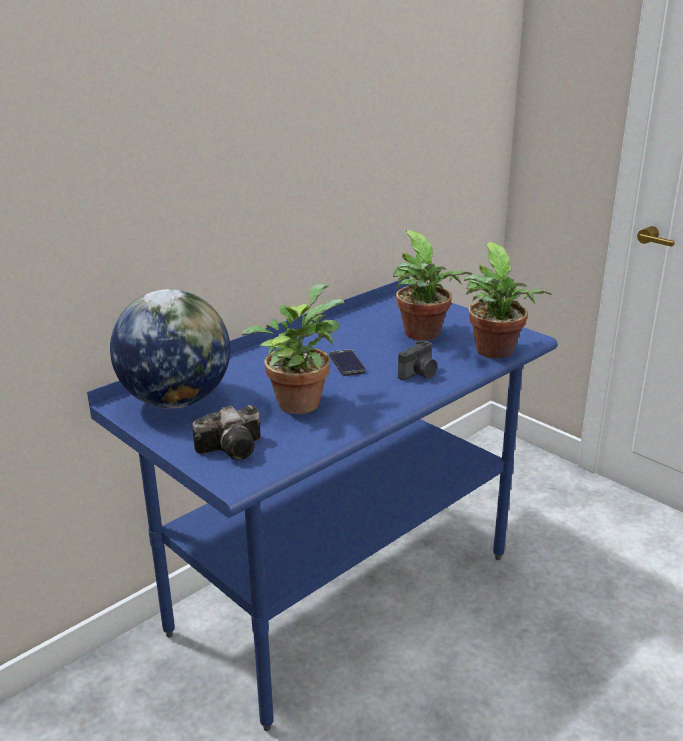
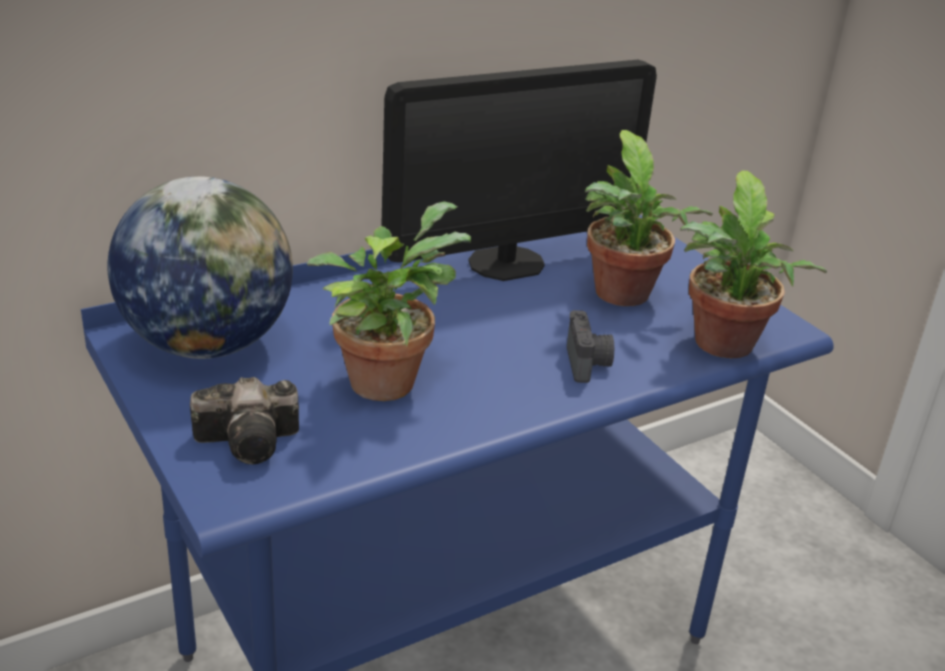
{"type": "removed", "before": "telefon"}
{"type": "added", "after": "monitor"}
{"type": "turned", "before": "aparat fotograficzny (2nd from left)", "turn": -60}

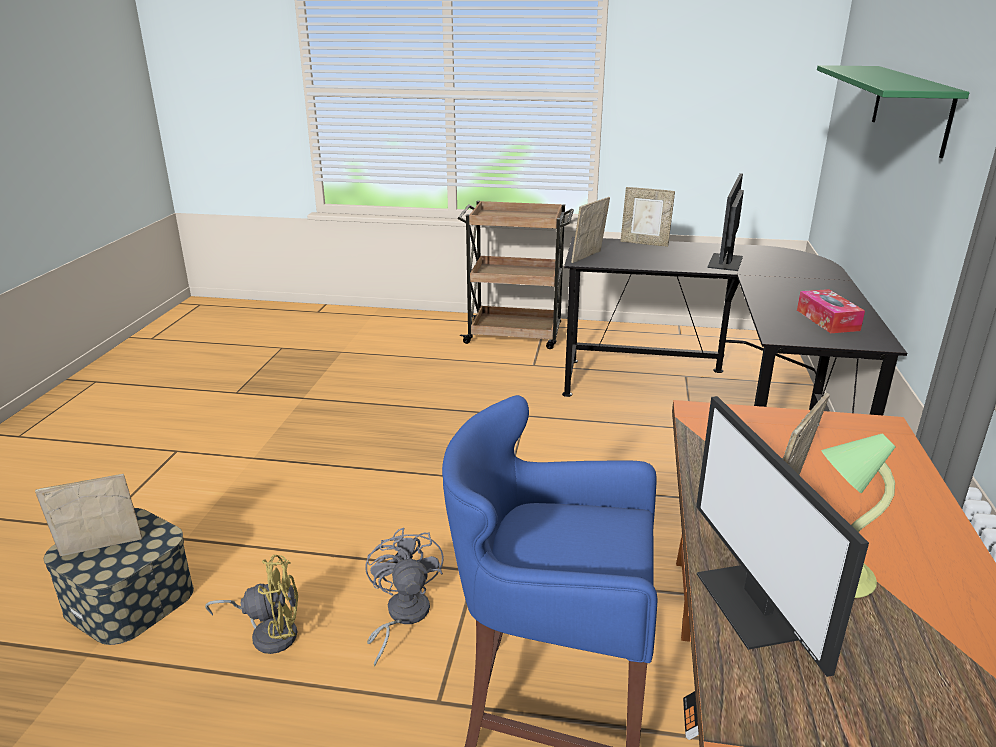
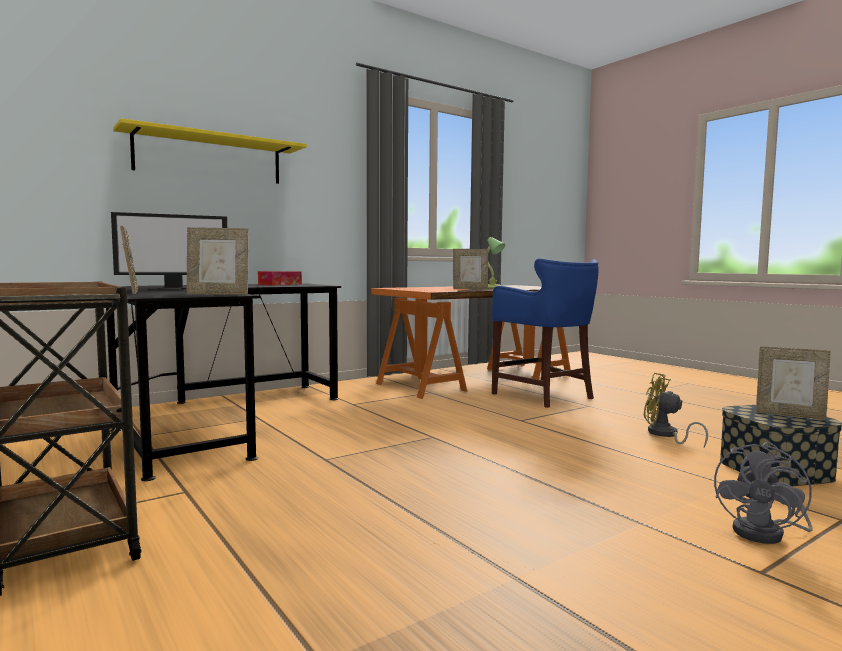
{"type": "removed", "before": "monitor (2nd from left)"}
{"type": "moved", "before": "wentylator/szary"}
{"type": "recoloured", "before": "półka/zielony", "after": "półka/żółty"}

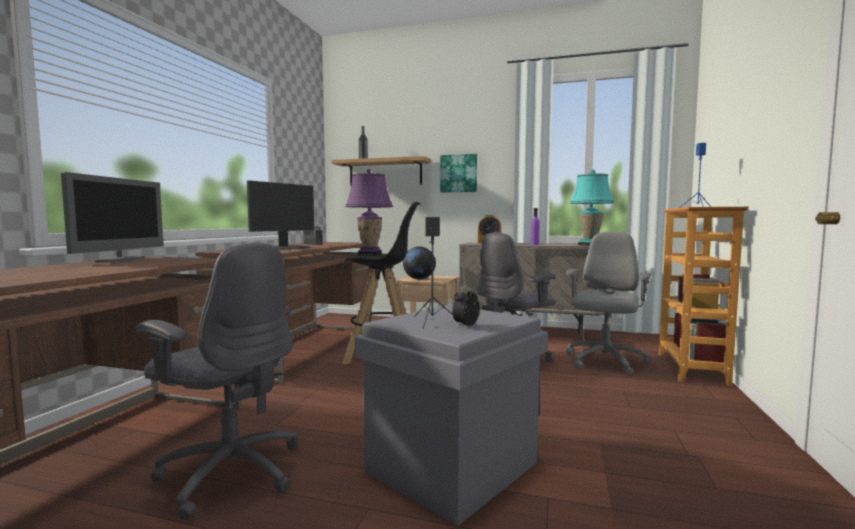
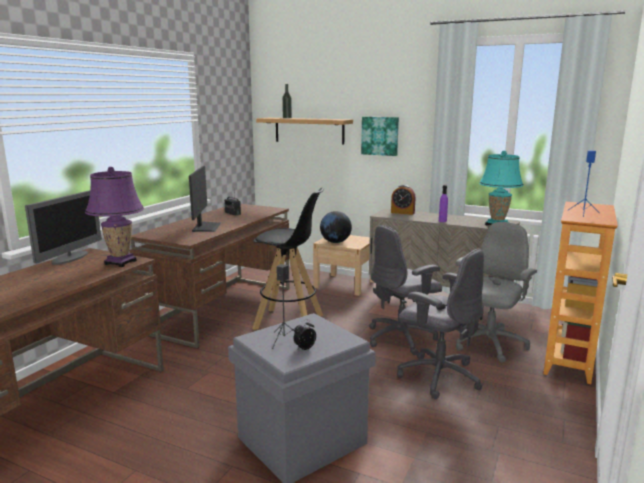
{"type": "moved", "before": "krzesło biurowe/szary (1st from left in the first image)", "after": "krzesło biurowe/szary (2nd from left)"}
{"type": "moved", "before": "lampa stołowa/fioletowy"}
{"type": "turned", "before": "monitor (2nd from left)", "turn": -45}

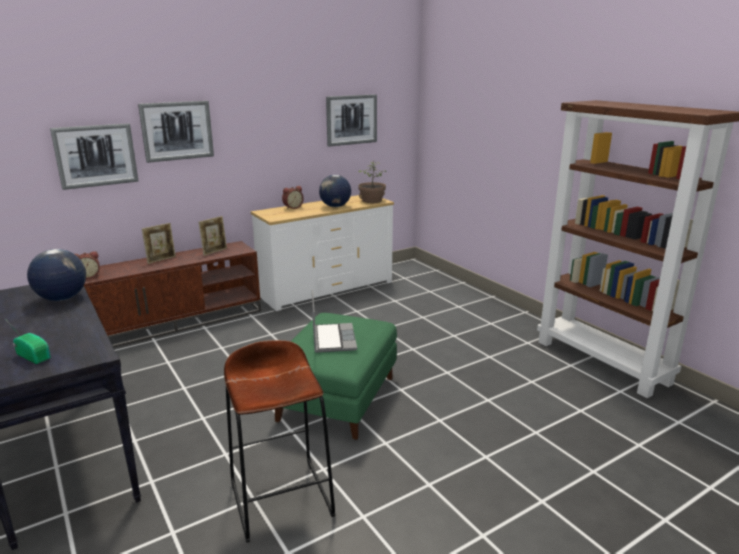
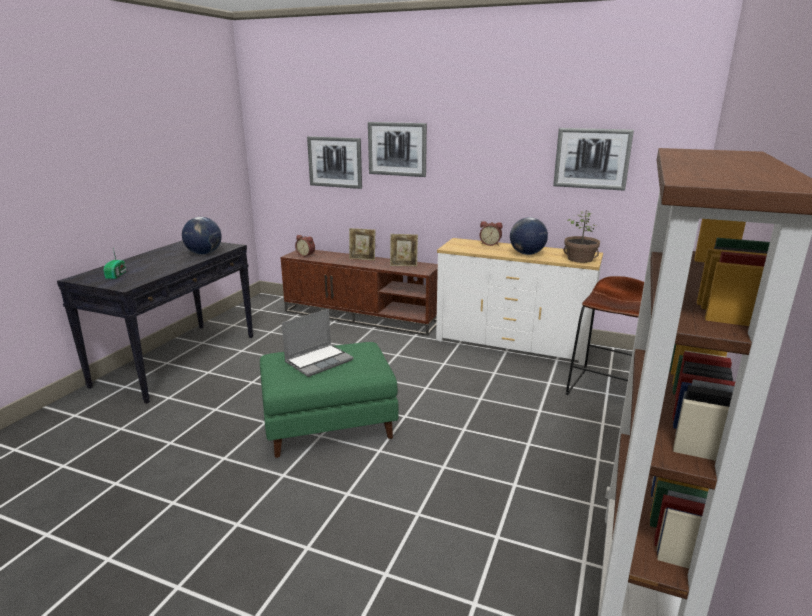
{"type": "moved", "before": "stołek/brązowy"}

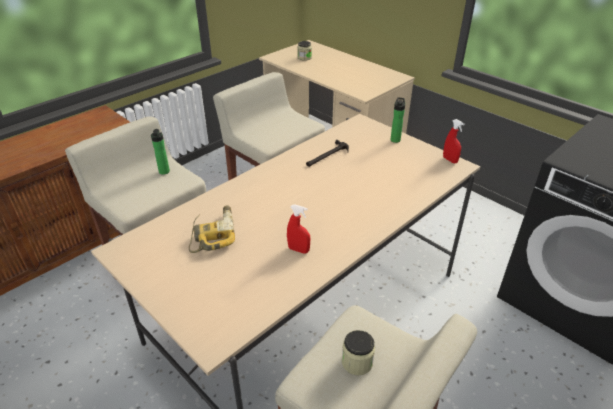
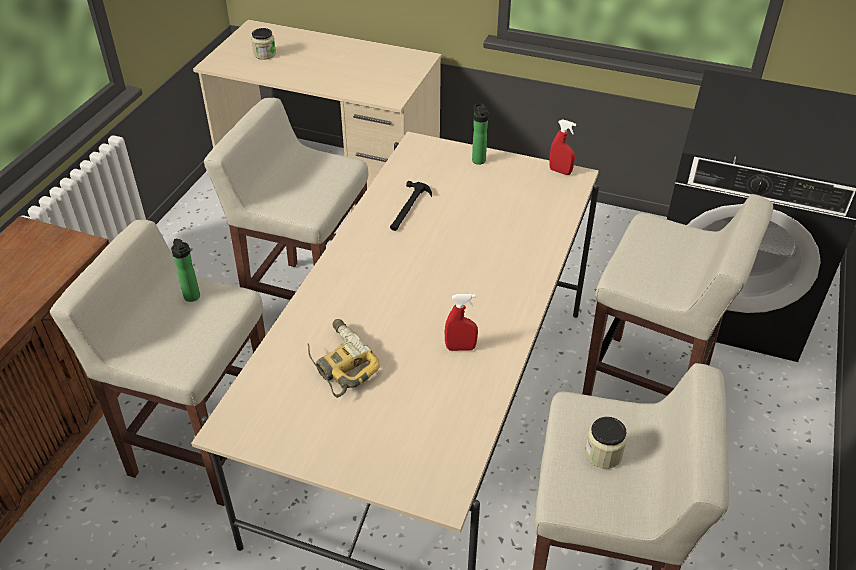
{"type": "added", "after": "stołek/beżowy (4th from left)"}

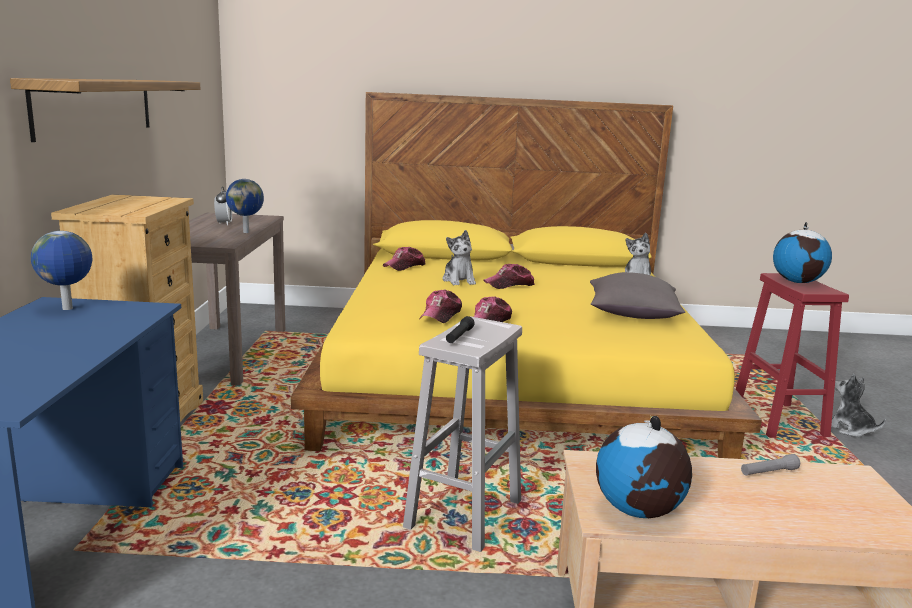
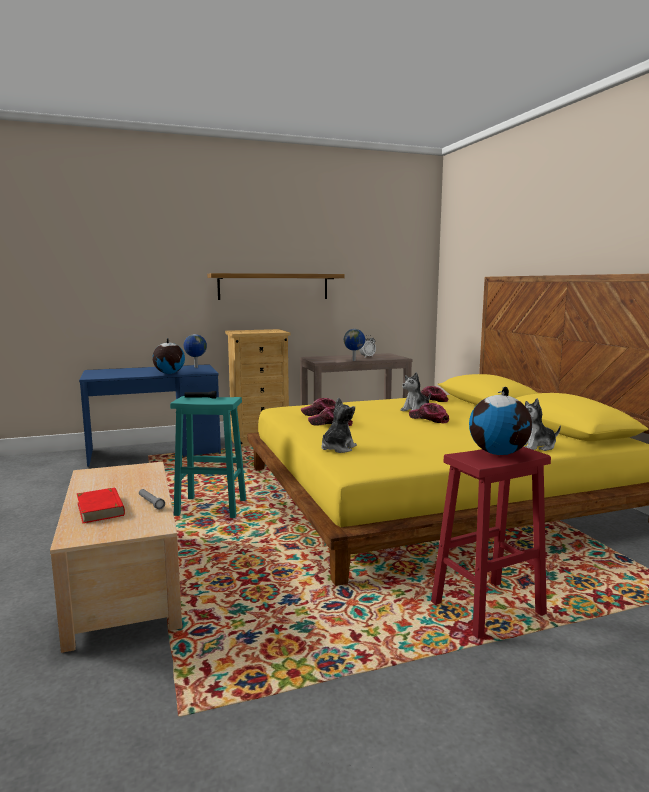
{"type": "removed", "before": "poduszka/szary"}
{"type": "added", "after": "książka/czerwony"}
{"type": "moved", "before": "globus (3rd from left in the first image)", "after": "globus (1st from left)"}
{"type": "moved", "before": "pluszak (3rd from left in the first image)", "after": "pluszak (1st from left)"}
{"type": "recoloured", "before": "stołek/biały", "after": "stołek/turkusowy"}

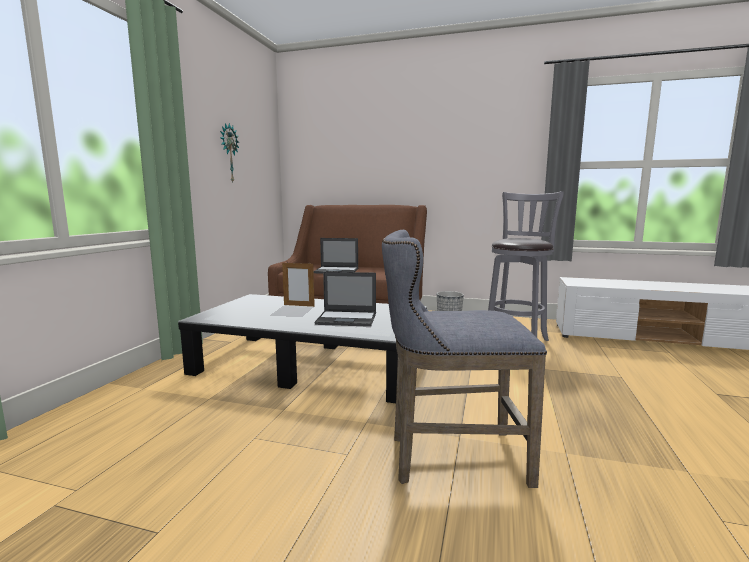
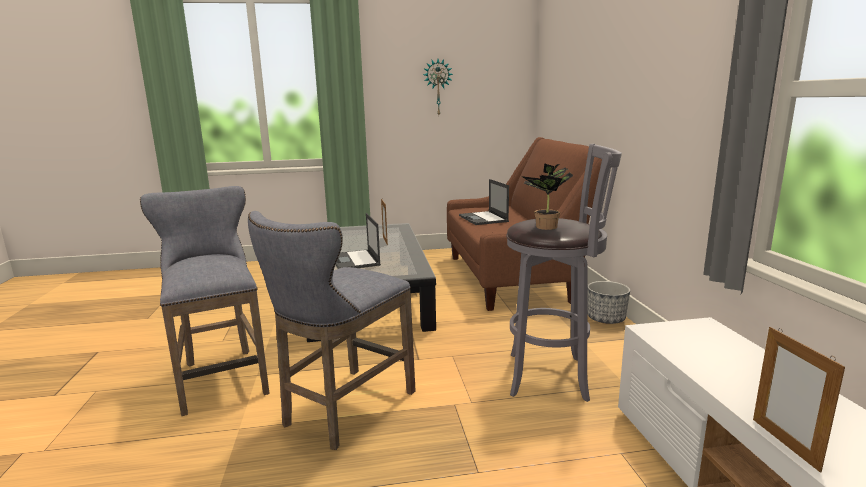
{"type": "added", "after": "stołek/szary (2nd from left)"}
{"type": "added", "after": "roślina doniczkowa"}
{"type": "added", "after": "ramka na zdjęcie (2nd from left)"}

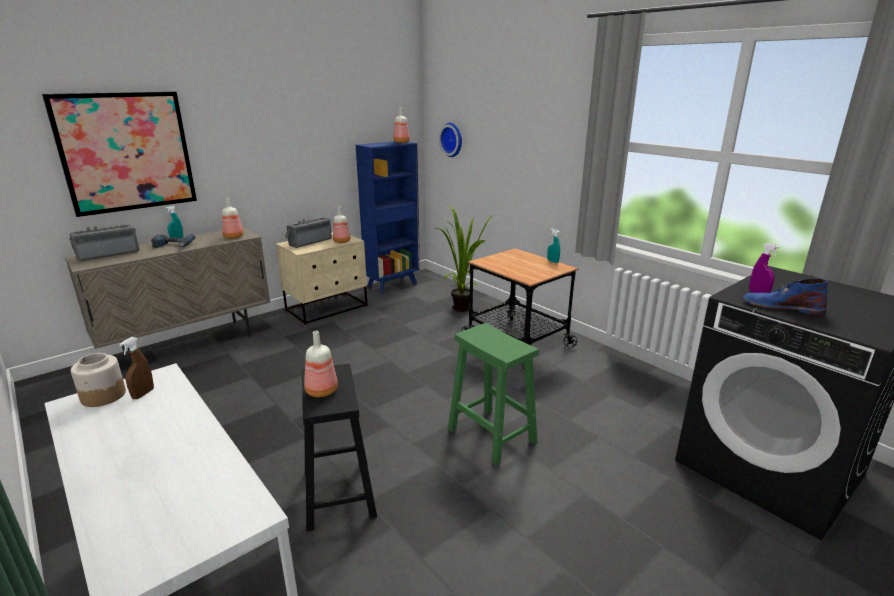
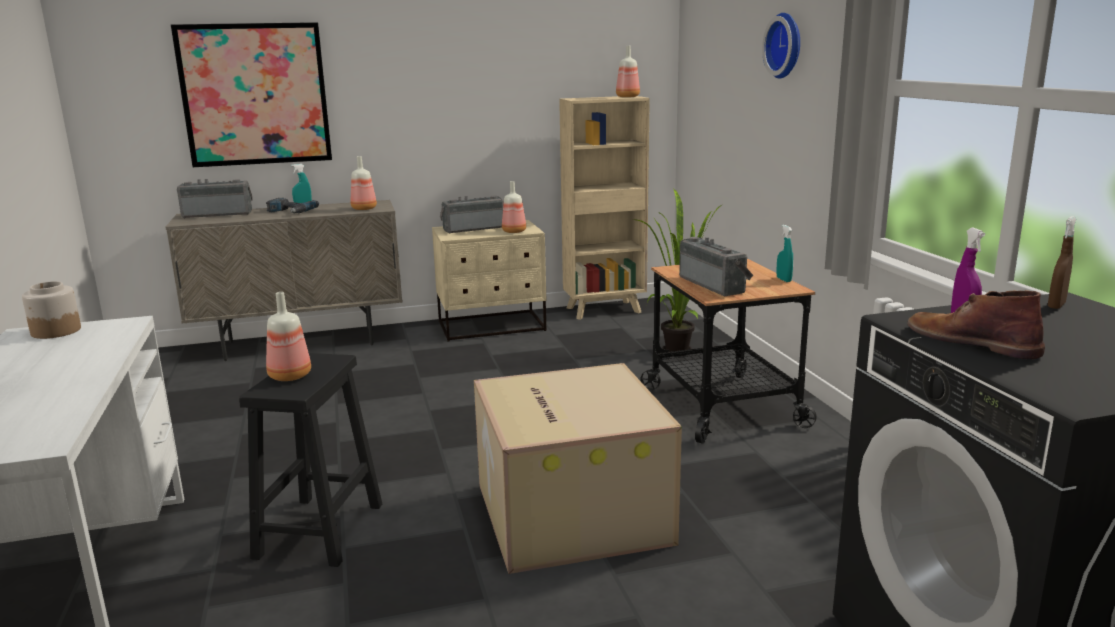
{"type": "added", "after": "radio (3rd from left)"}
{"type": "moved", "before": "spryskiwacz/brązowy"}
{"type": "moved", "before": "zegar ścienny"}
{"type": "replaced", "before": "stołek/zielony", "after": "karton"}
{"type": "recoloured", "before": "regał/niebieski", "after": "regał/beżowy"}
{"type": "recoloured", "before": "but z cholewką/niebieski", "after": "but z cholewką/brązowy"}

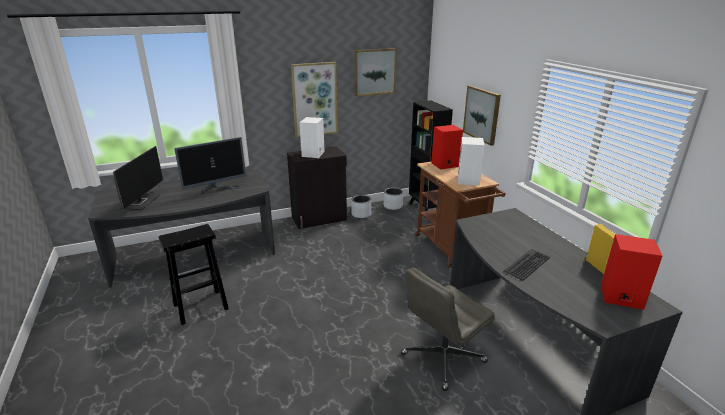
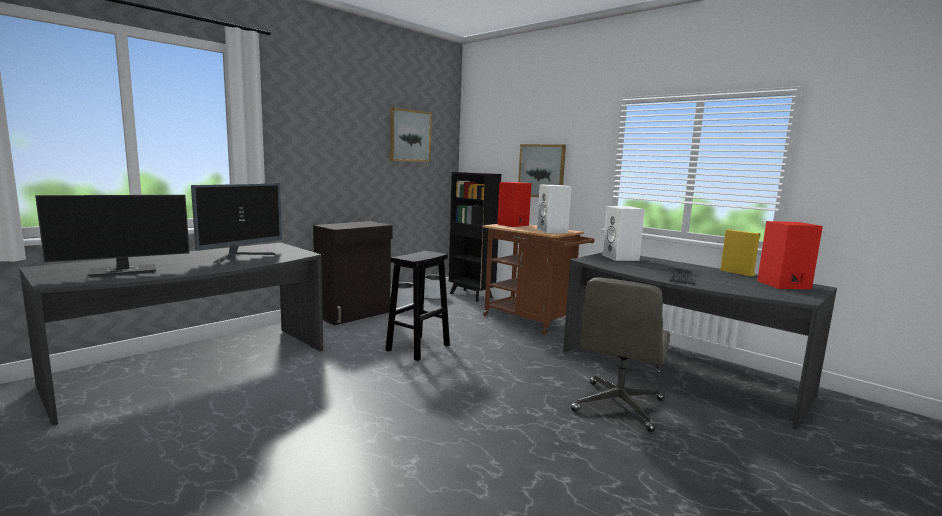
{"type": "removed", "before": "obraz (1st from left)"}
{"type": "moved", "before": "stołek/czarny"}
{"type": "moved", "before": "głośnik/biały (1st from left in the first image)", "after": "głośnik/biały (2nd from left)"}
{"type": "turned", "before": "monitor (1st from left)", "turn": 75}

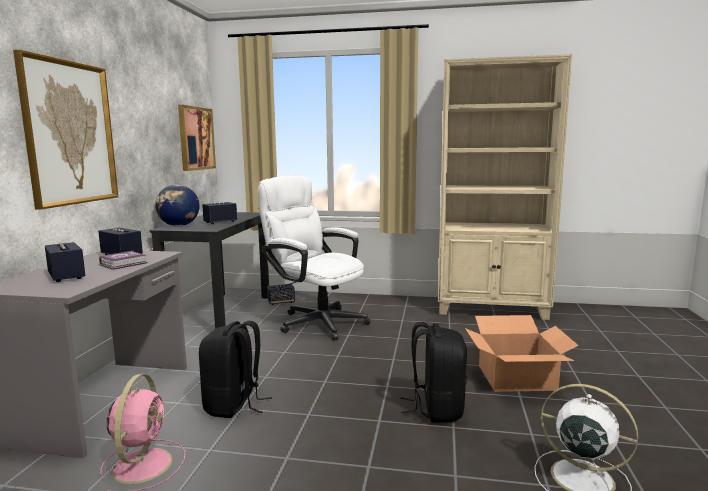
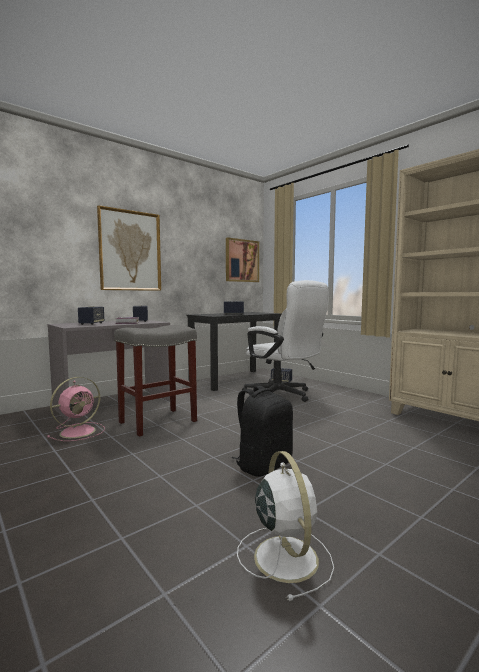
{"type": "removed", "before": "globus"}
{"type": "removed", "before": "karton"}
{"type": "replaced", "before": "plecak/czarny (1st from left)", "after": "stołek/szary"}
{"type": "turned", "before": "krzesło biurowe/biały", "turn": 150}

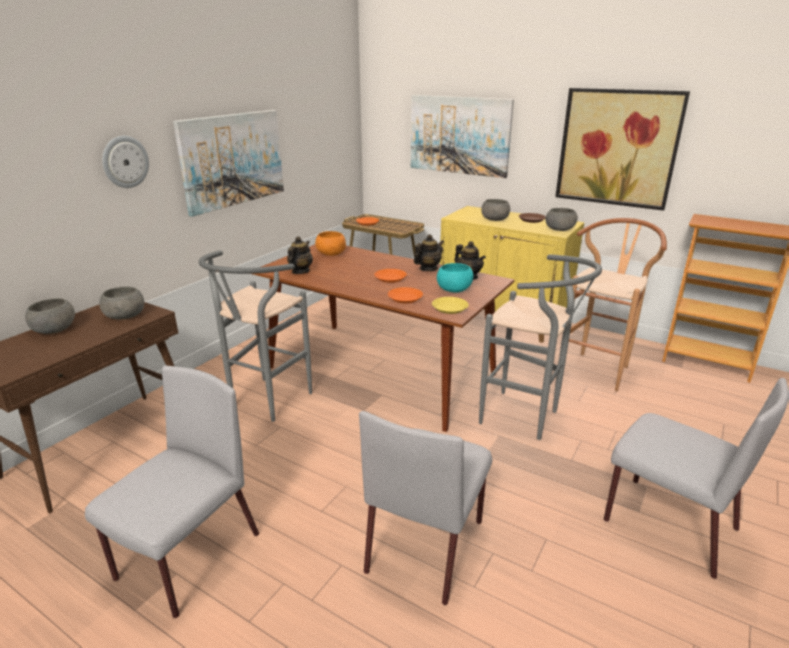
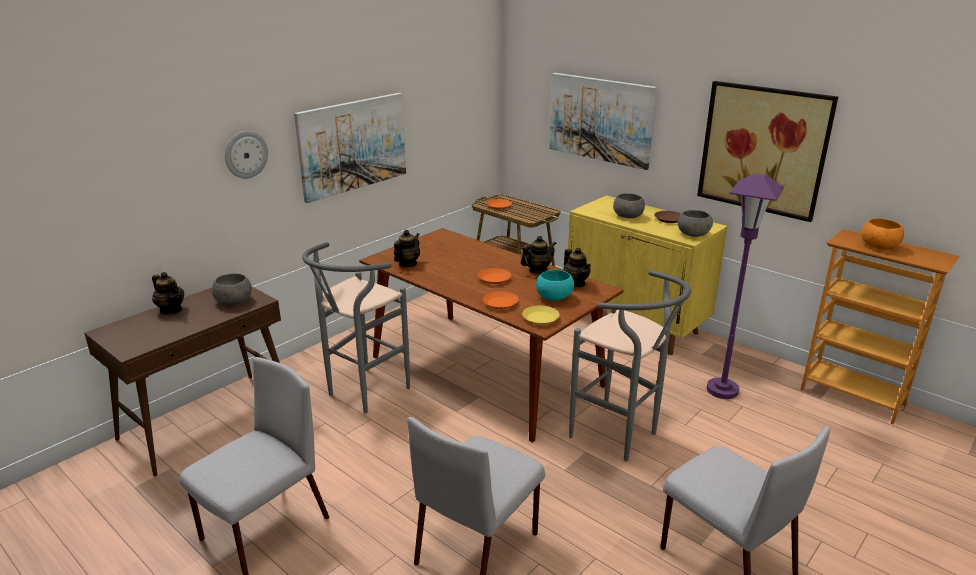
{"type": "moved", "before": "miska/pomarańczowy"}
{"type": "replaced", "before": "miska/szary (1st from left)", "after": "imbryk (1st from left)"}
{"type": "replaced", "before": "stołek/brązowy", "after": "lampa stojąca/fioletowy"}

